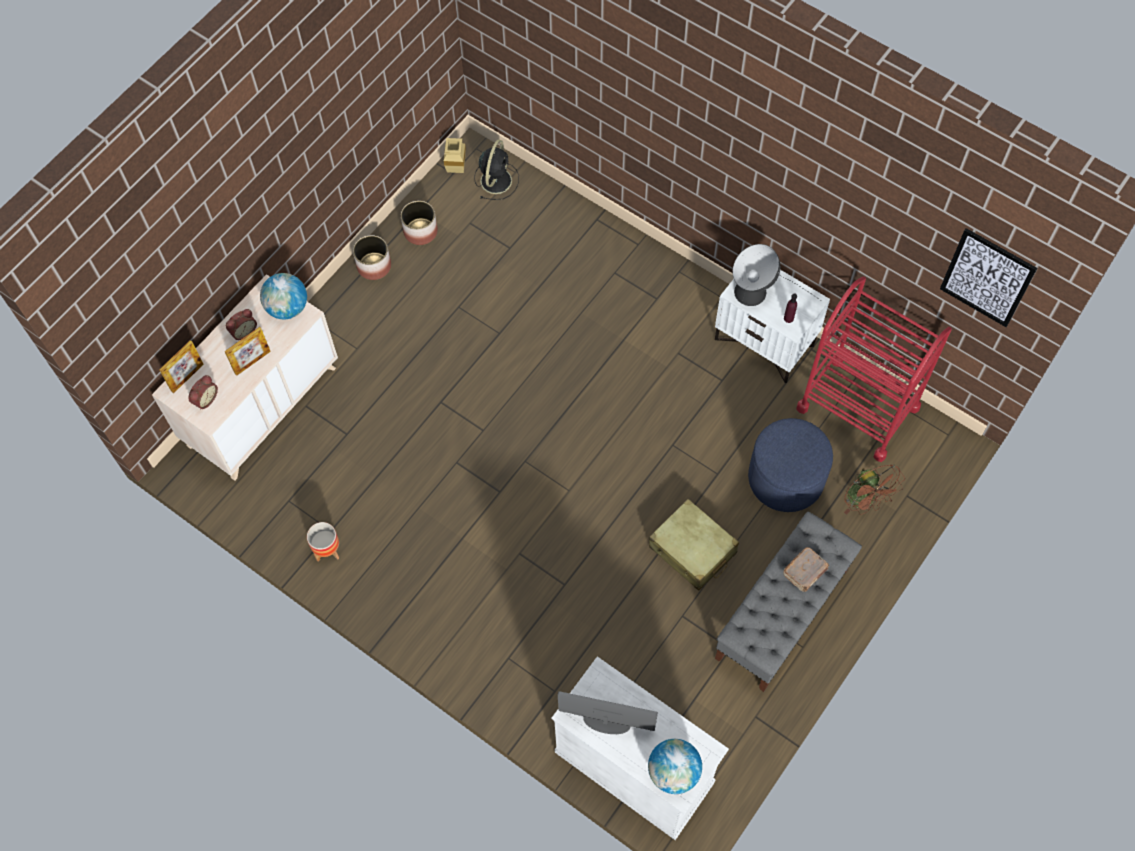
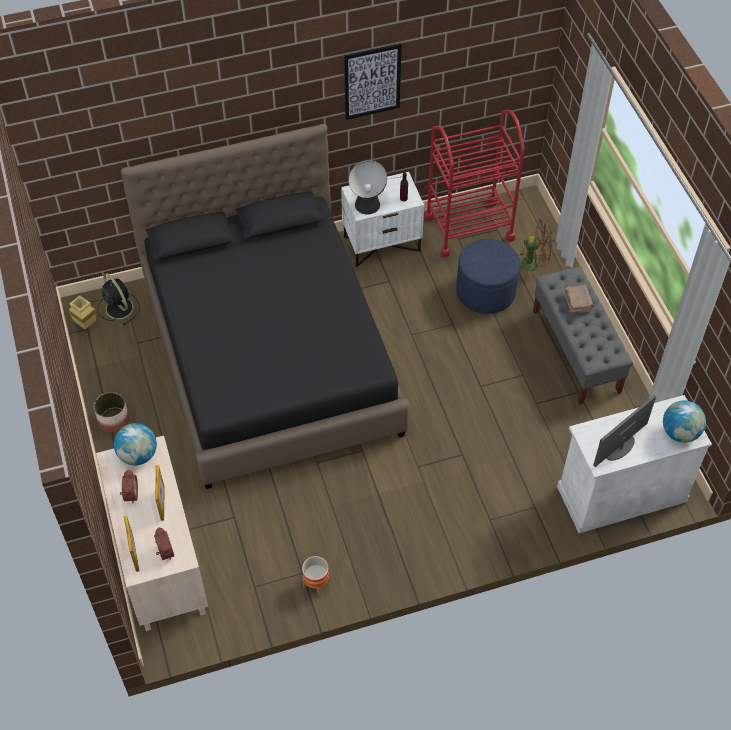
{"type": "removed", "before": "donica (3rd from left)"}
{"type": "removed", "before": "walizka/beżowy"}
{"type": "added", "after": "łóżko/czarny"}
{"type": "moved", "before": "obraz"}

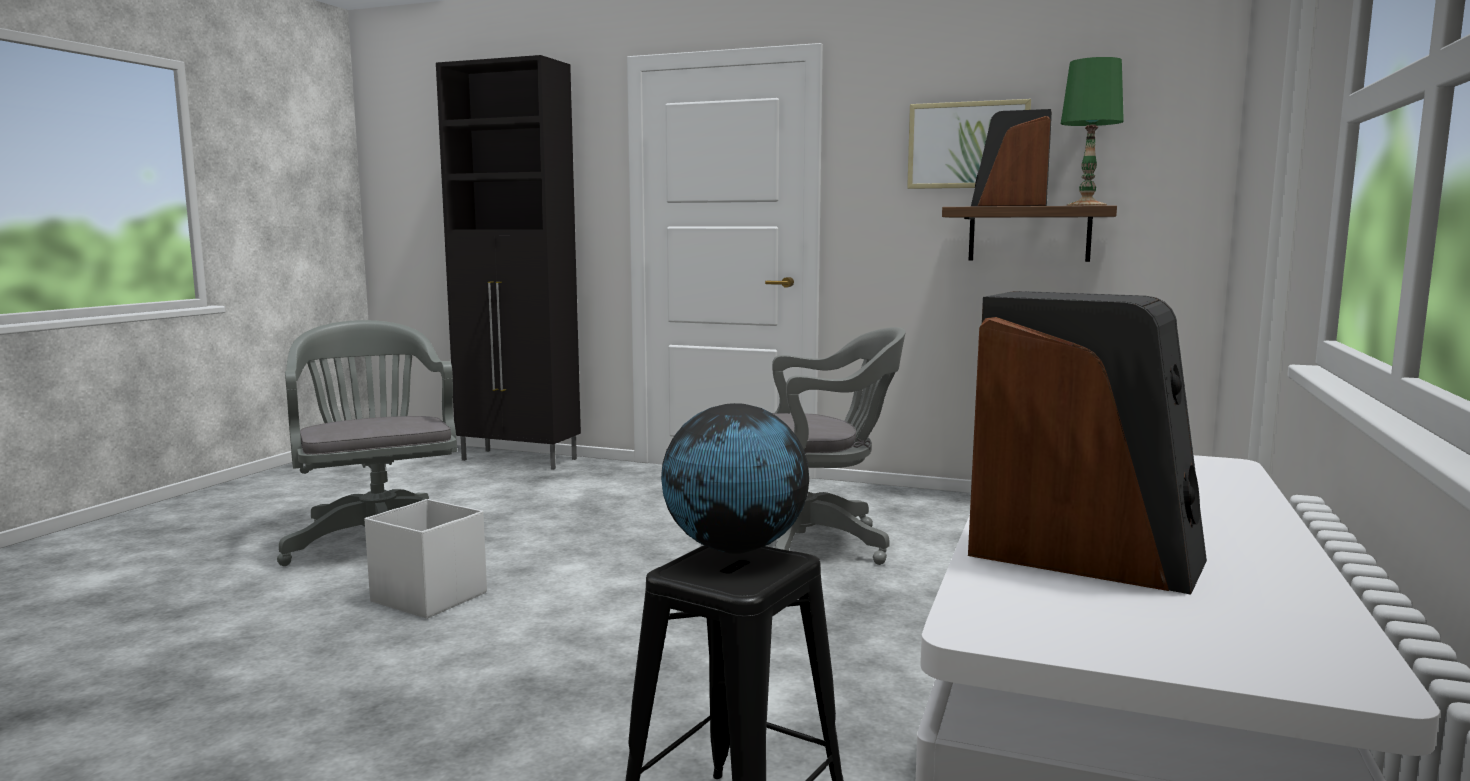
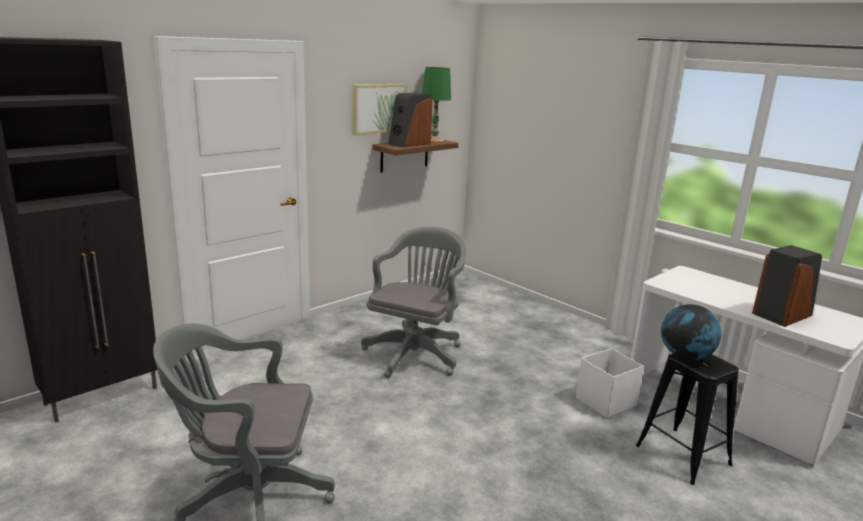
{"type": "moved", "before": "pojemnik do przechowywania/biały"}

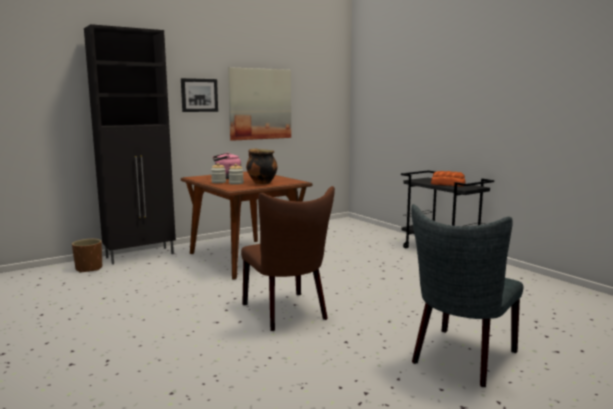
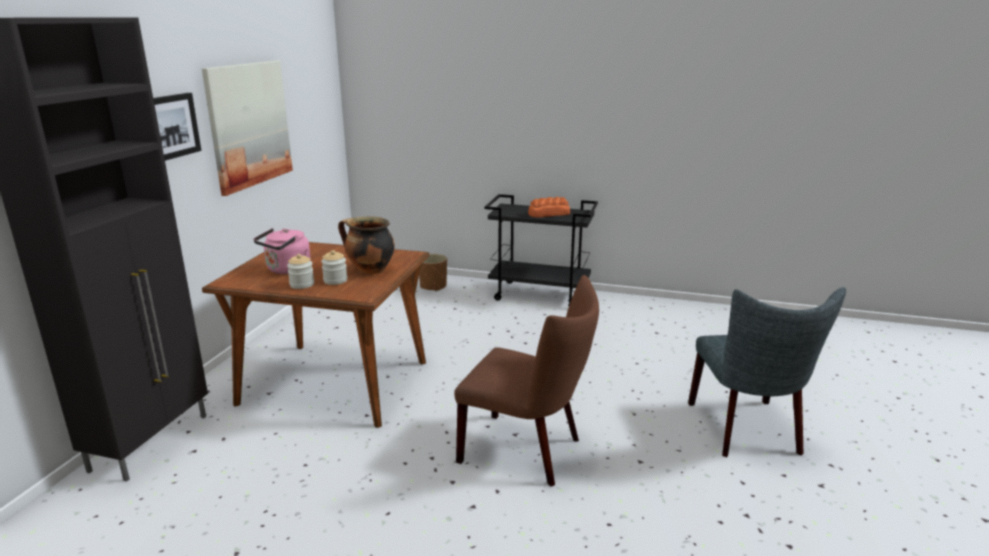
{"type": "moved", "before": "donica/brązowy"}

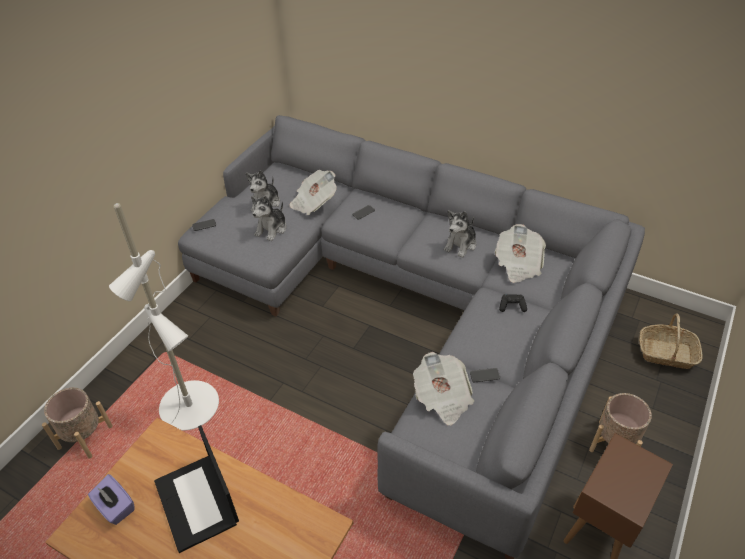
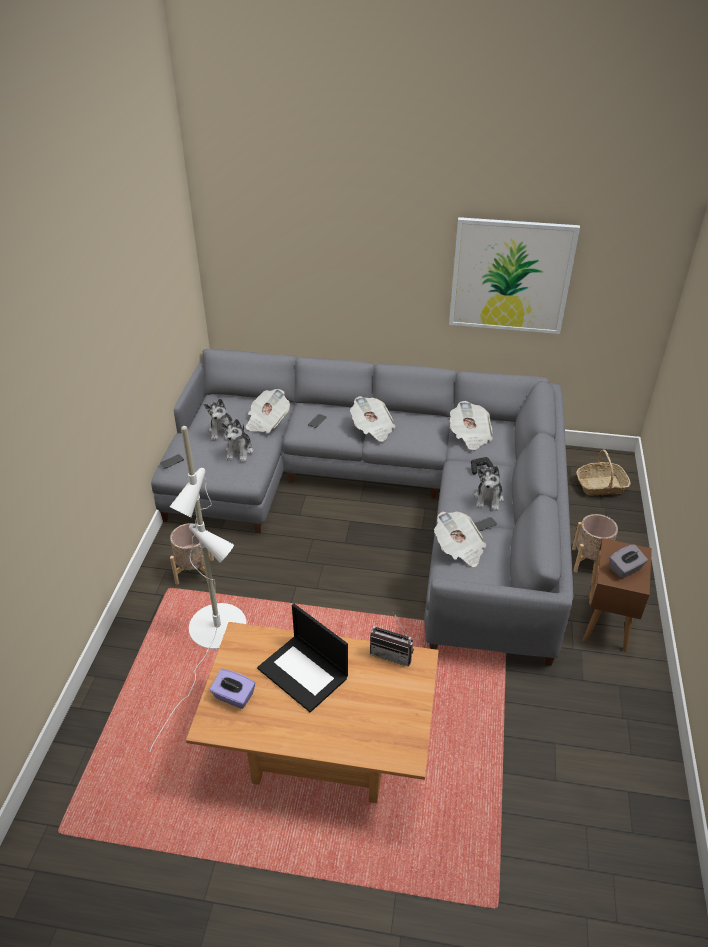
{"type": "added", "after": "gazeta (2nd from left)"}
{"type": "added", "after": "radio"}
{"type": "added", "after": "obraz"}
{"type": "added", "after": "pudełko chusteczek/szary"}
{"type": "moved", "before": "donica/beżowy (1st from left)"}
{"type": "moved", "before": "pluszak (3rd from left)"}

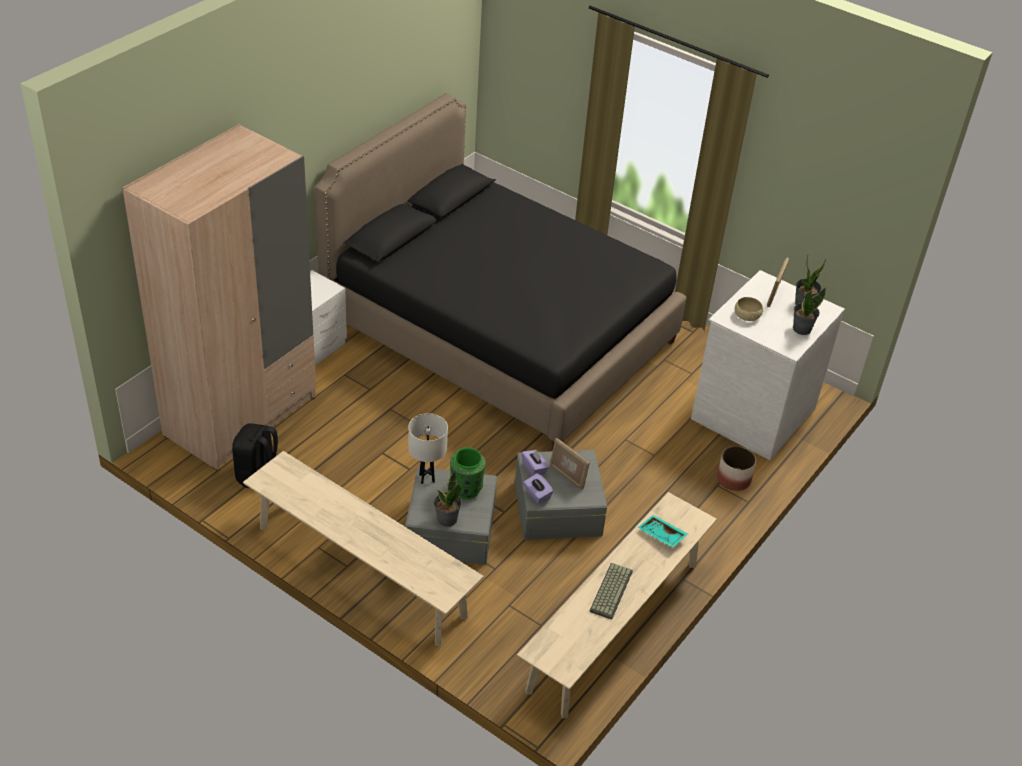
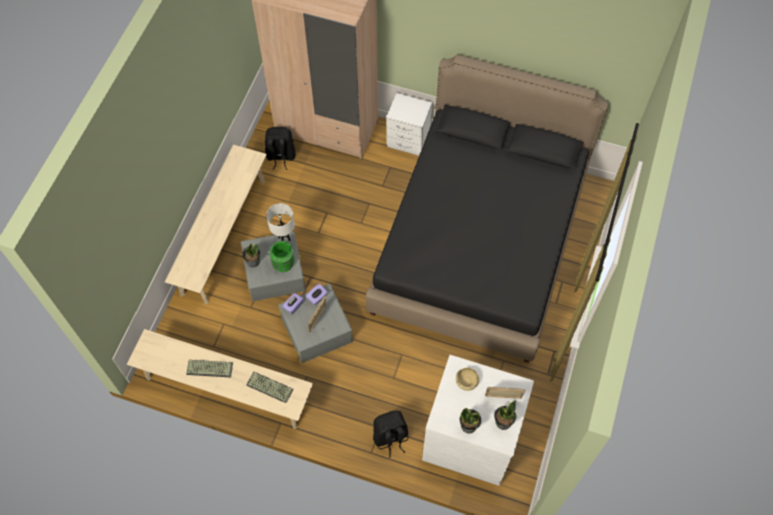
{"type": "replaced", "before": "taca/turkusowy", "after": "klawiatura (2nd from left)"}
{"type": "replaced", "before": "donica", "after": "plecak/czarny (2nd from left)"}

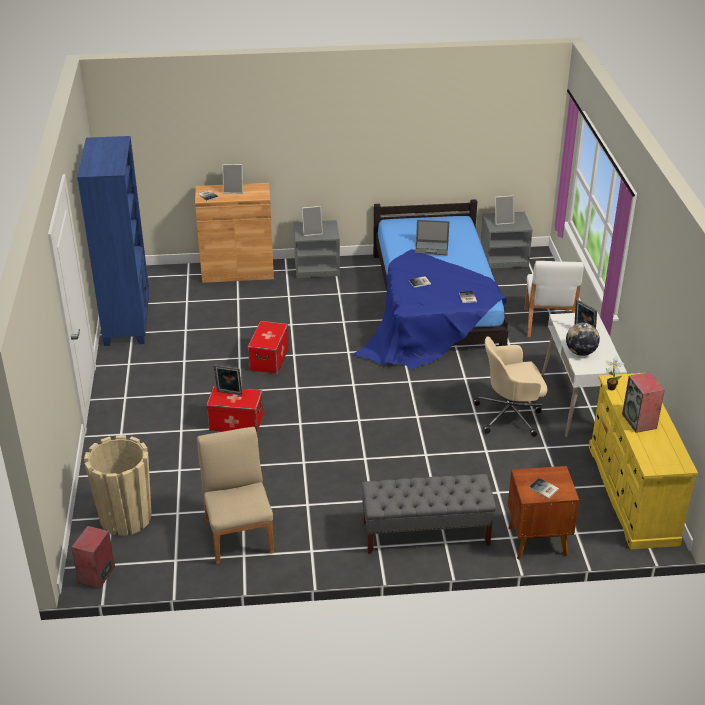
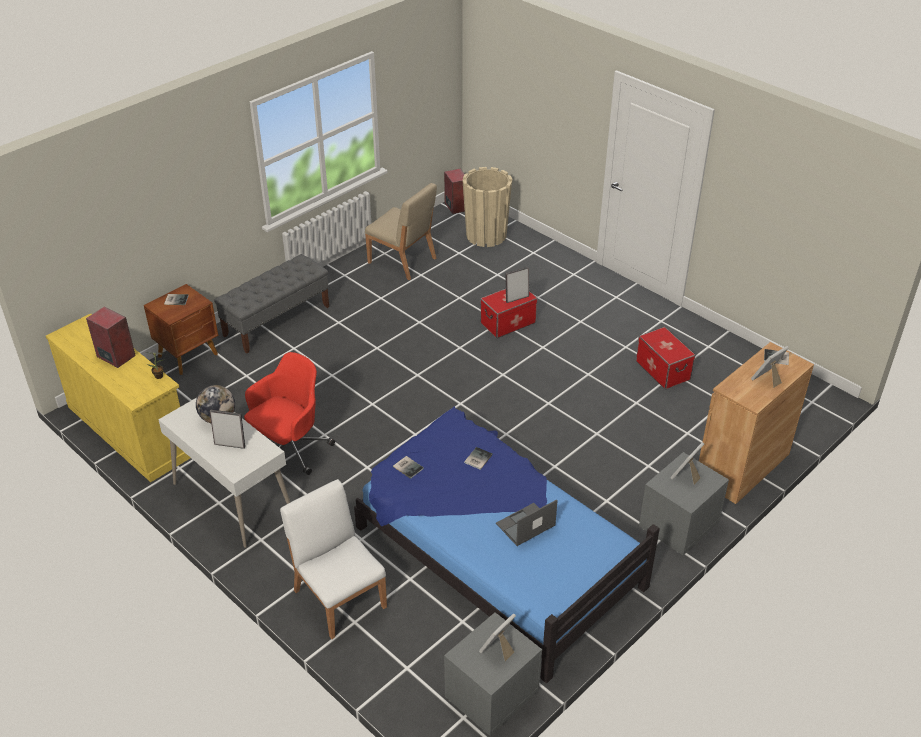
{"type": "removed", "before": "regał/niebieski"}
{"type": "moved", "before": "pojemnik do przechowywania (2nd from left)"}
{"type": "recoloured", "before": "krzesło biurowe/beżowy", "after": "krzesło biurowe/czerwony"}

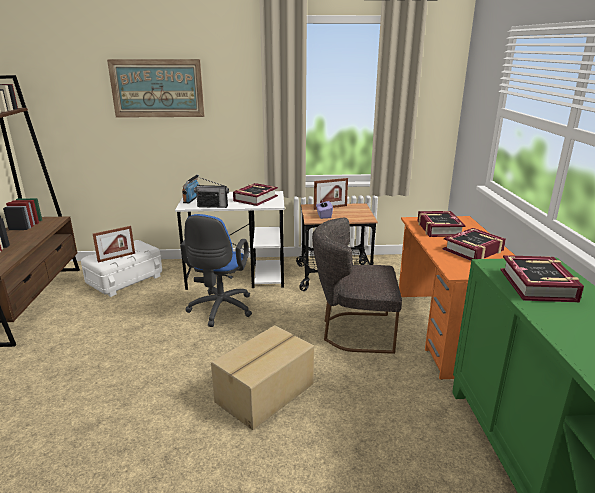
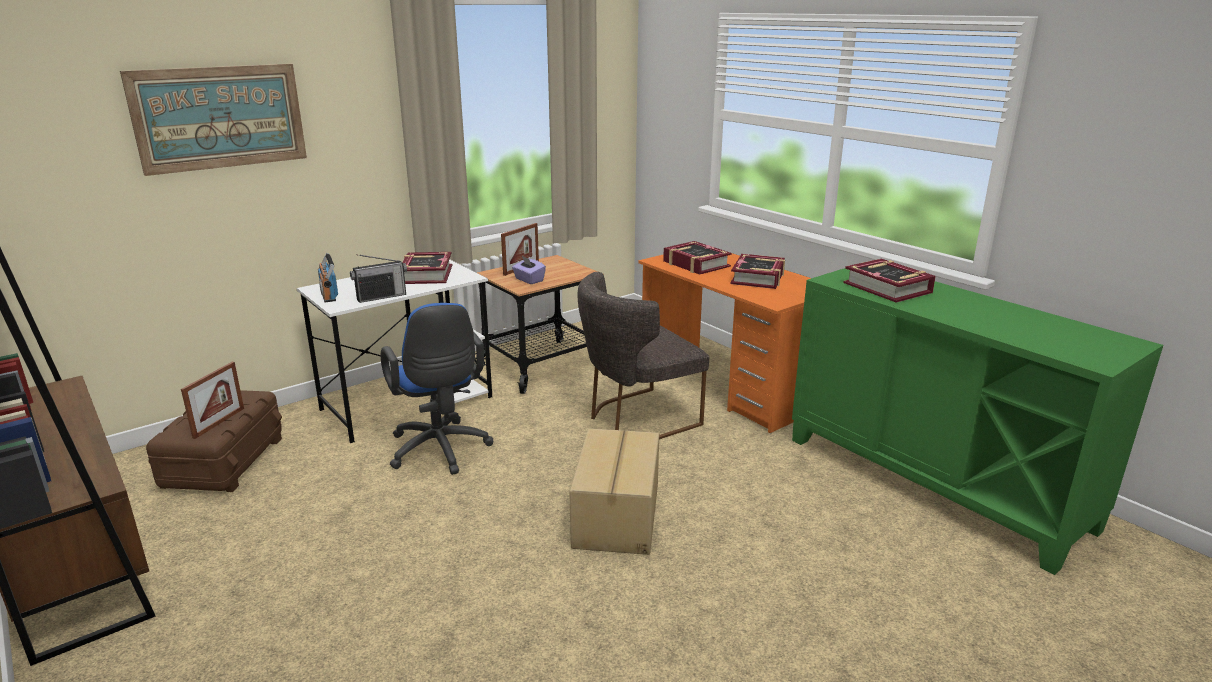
{"type": "recoloured", "before": "pojemnik do przechowywania/biały", "after": "pojemnik do przechowywania/brązowy"}

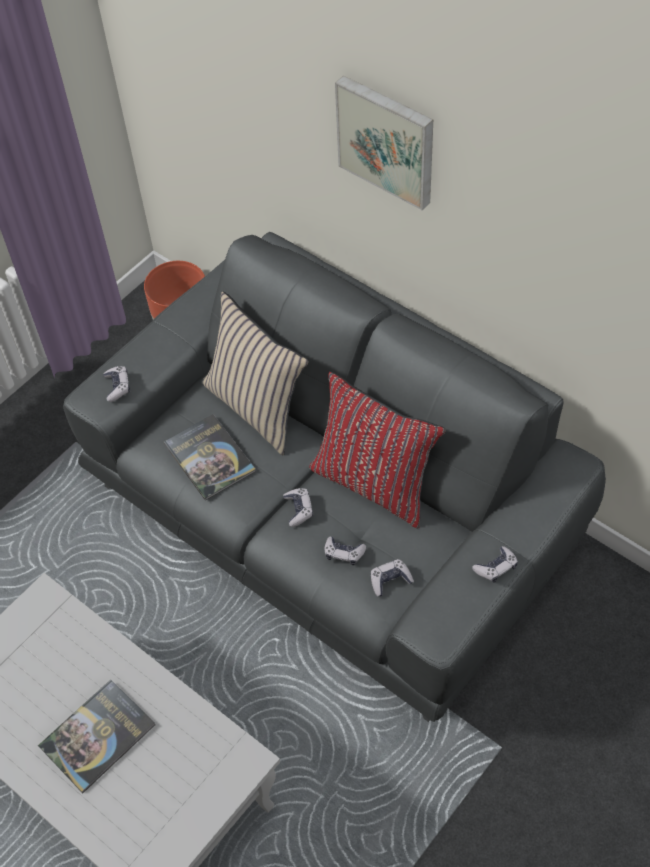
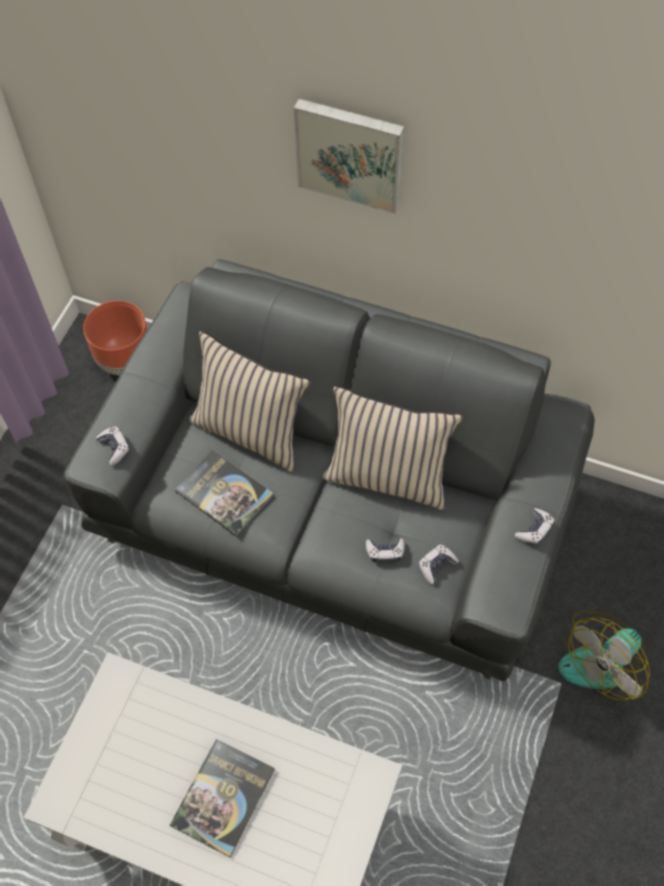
{"type": "removed", "before": "pad do gier (2nd from left)"}
{"type": "added", "after": "wentylator"}
{"type": "recoloured", "before": "poduszka/czerwony", "after": "poduszka/beżowy (2nd from left)"}

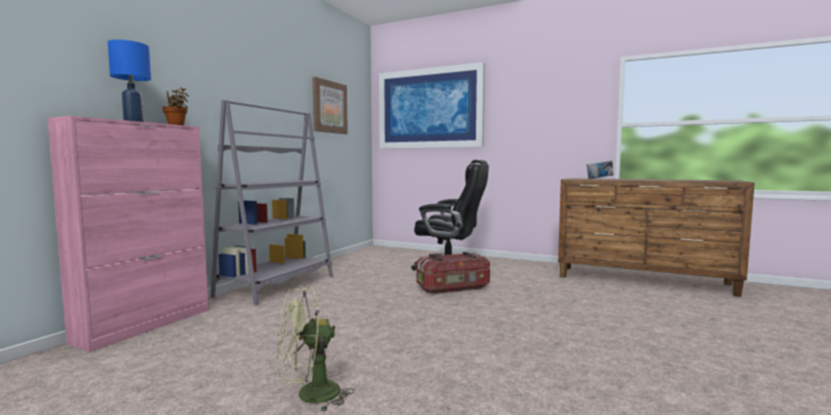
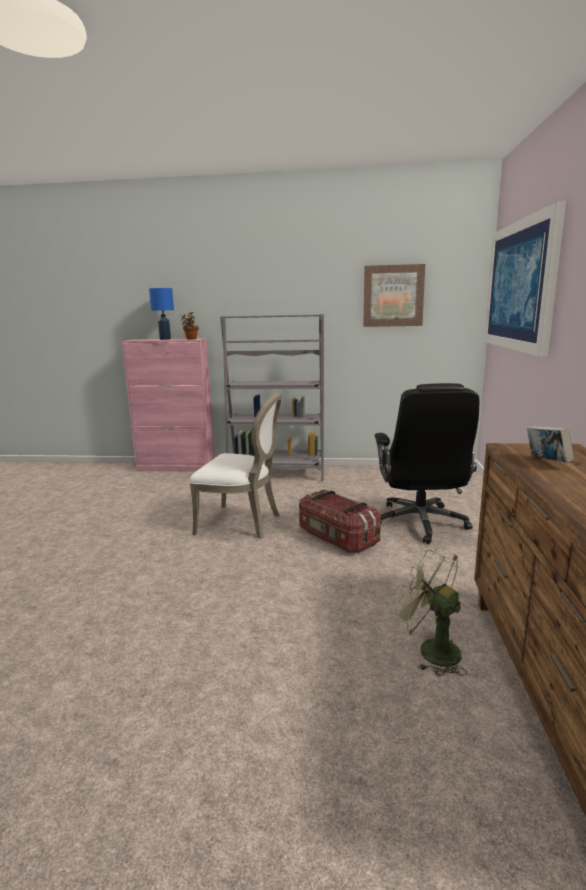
{"type": "added", "after": "krzesło/biały"}
{"type": "moved", "before": "wentylator/zielony"}

